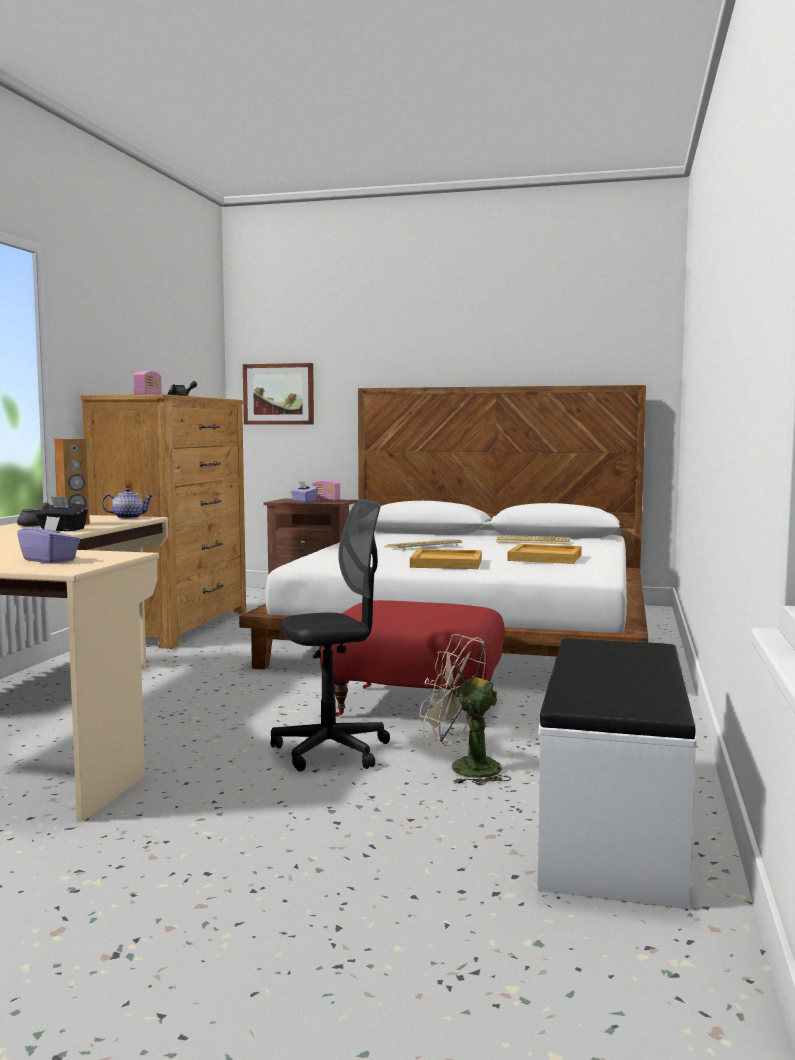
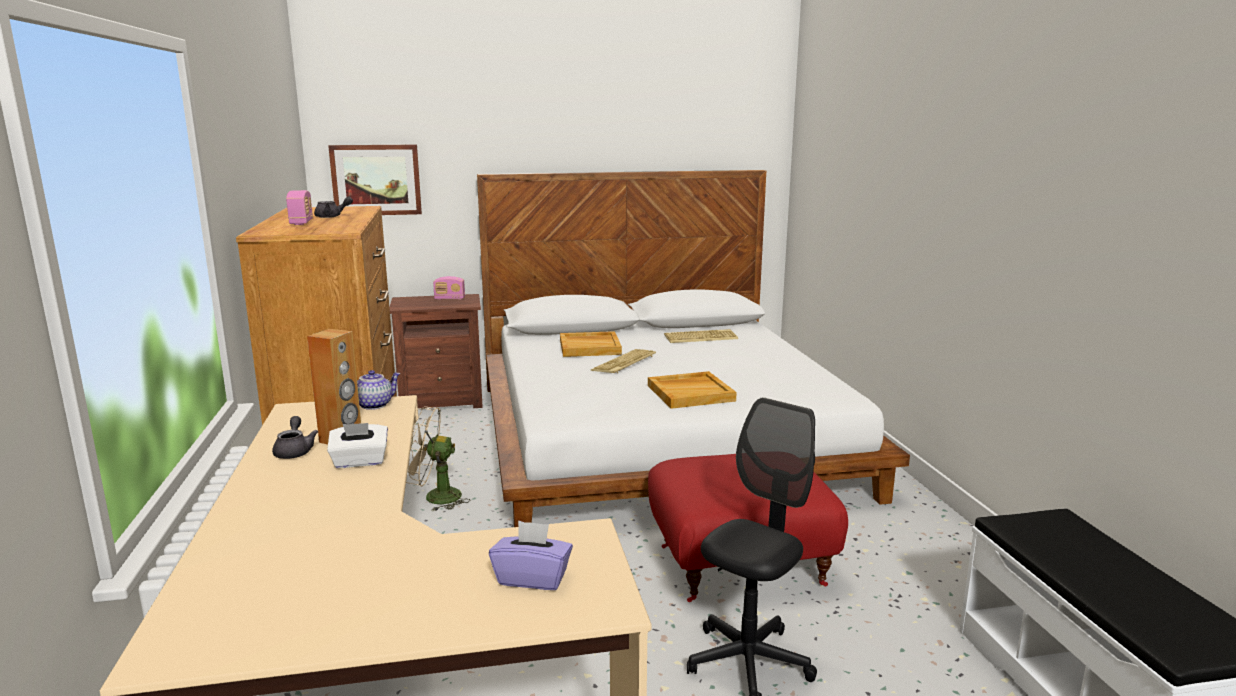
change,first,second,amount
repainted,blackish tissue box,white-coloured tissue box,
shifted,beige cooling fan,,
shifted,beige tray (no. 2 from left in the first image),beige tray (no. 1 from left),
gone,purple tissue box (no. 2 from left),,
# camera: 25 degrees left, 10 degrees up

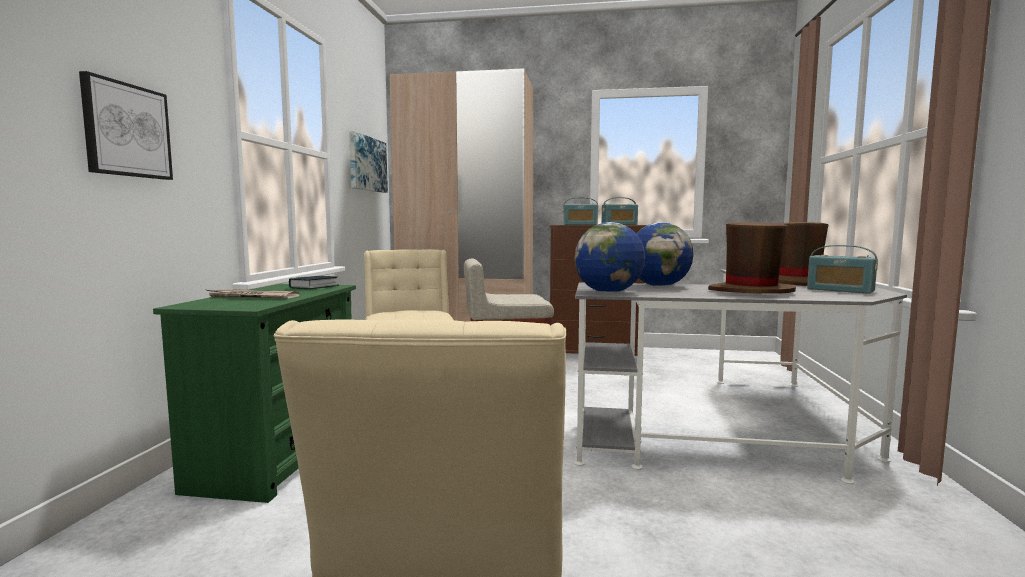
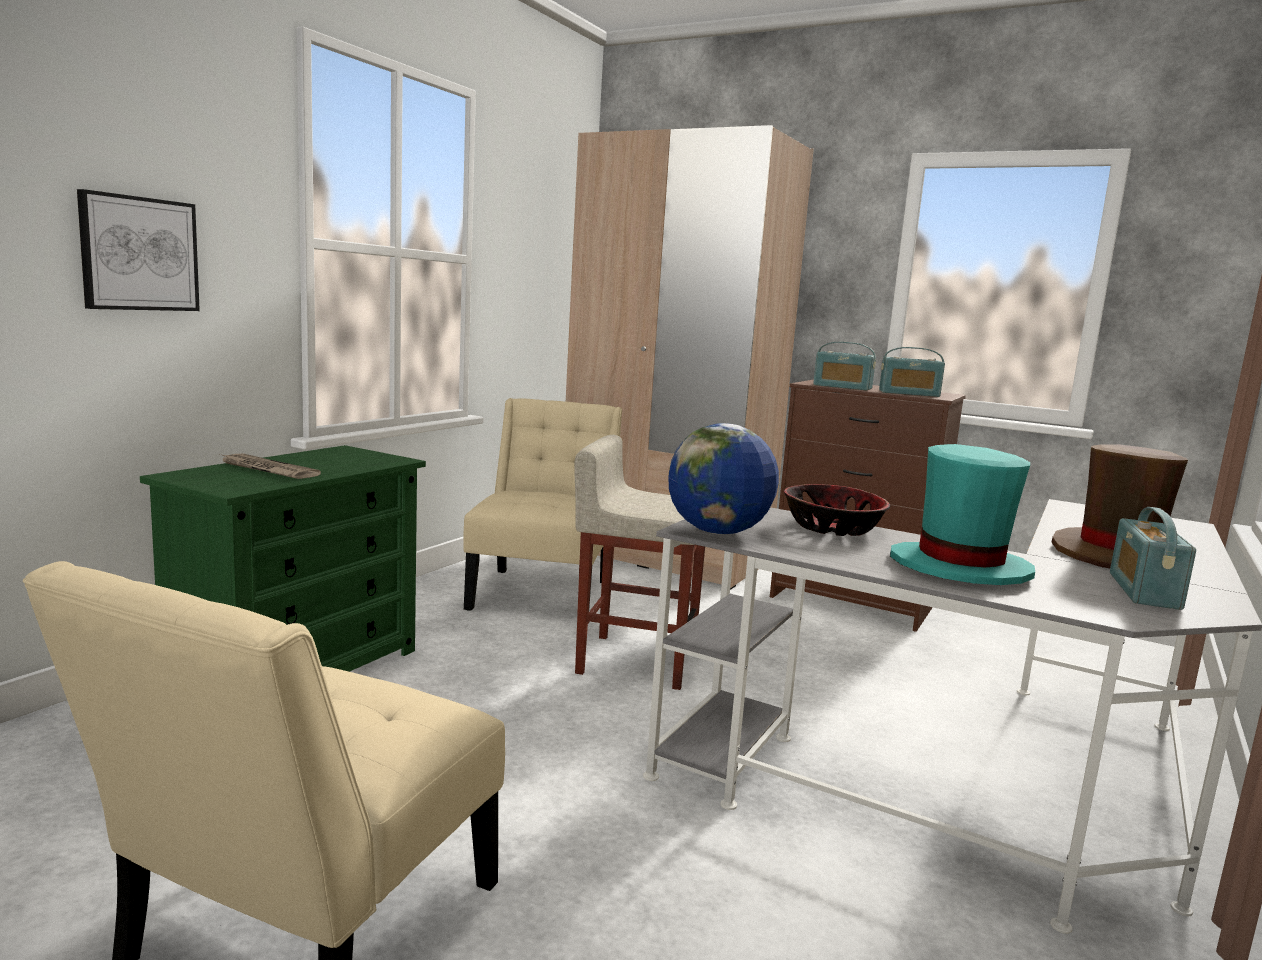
change,first,second,amount
swapped,globe (no. 2 from left),bowl,
repainted,brown wearable hat (no. 1 from left),turquoise wearable hat,
rotated,radio (no. 3 from left),,45 degrees clockwise
gone,volume,,
gone,picture (no. 2 from left),,
# camera: 20 degrees right, 5 degrees up

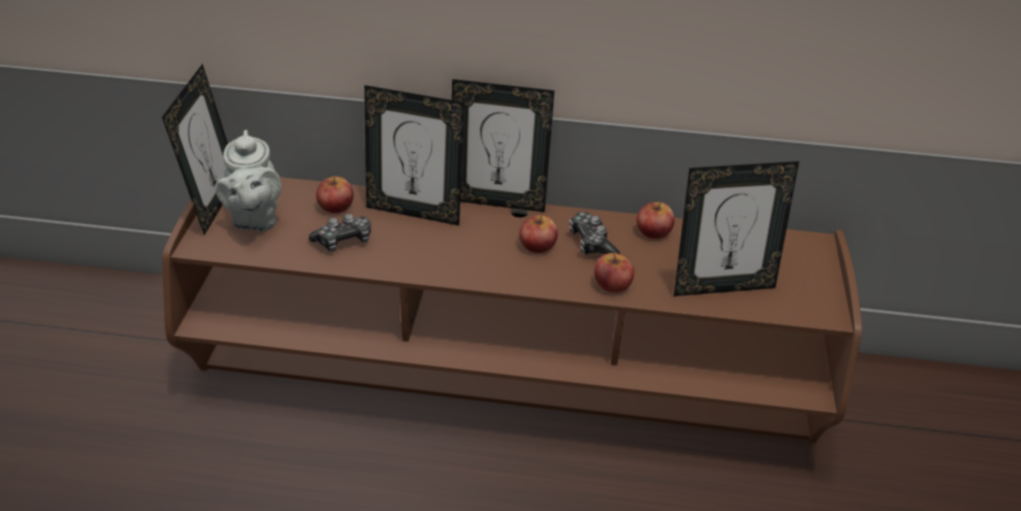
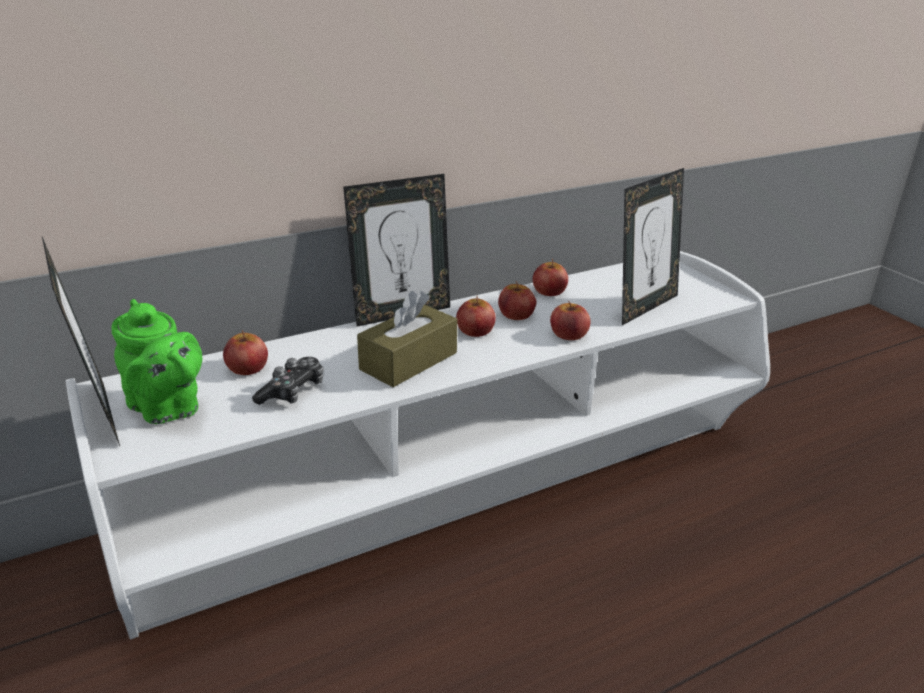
change,first,second,amount
repainted,brown media console,white-coloured media console,
repainted,gray teapot,green teapot,
new,,brown tissue box,
swapped,game controller (no. 2 from left),apple (no. 3 from left),
gone,photo frame (no. 2 from left),,
# camera: 35 degrees left, 10 degrees down

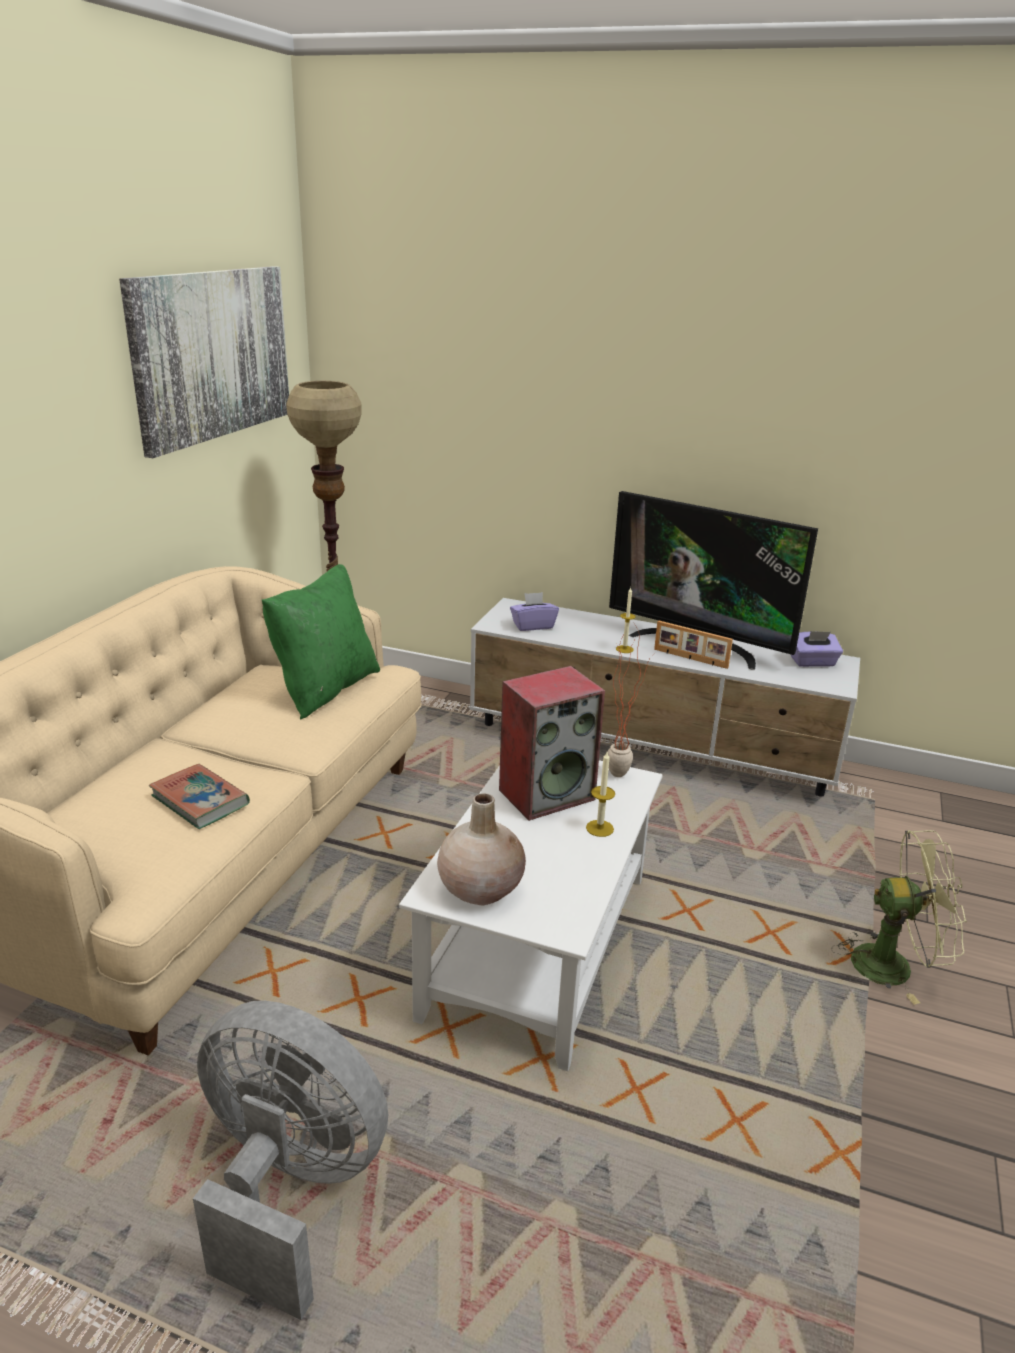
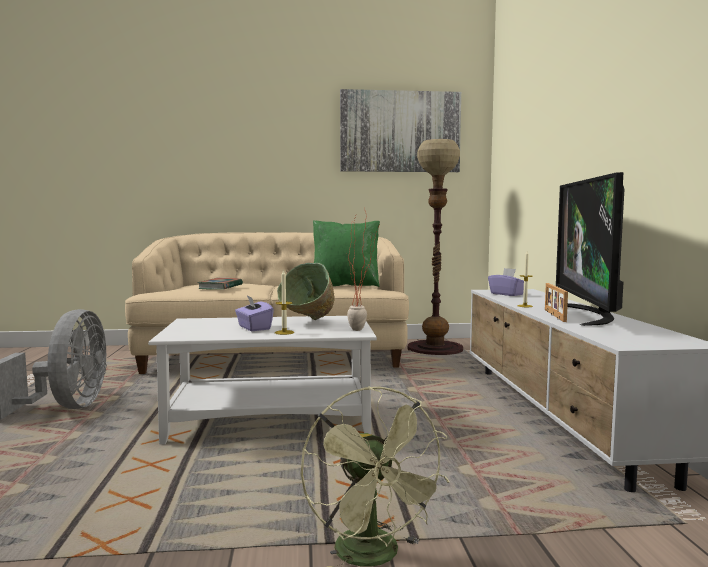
change,first,second,amount
shifted,purple tissue box (no. 2 from left in the first image),purple tissue box (no. 1 from left),
swapped,loudspeaker,green bowl,
gone,beige vase,,
# camera: 65 degrees right, 20 degrees down

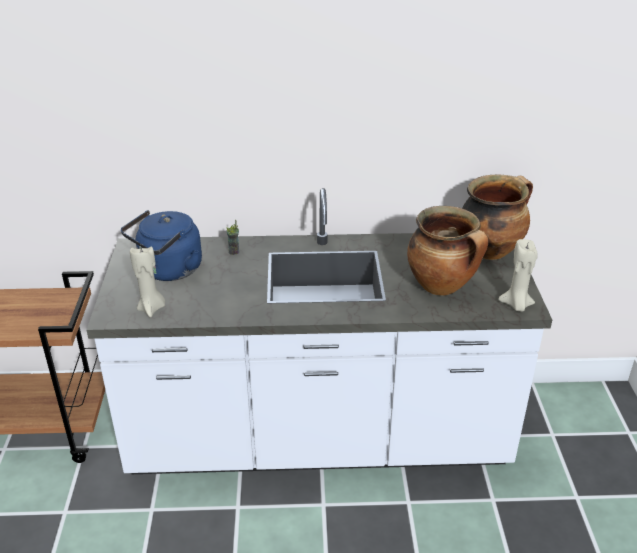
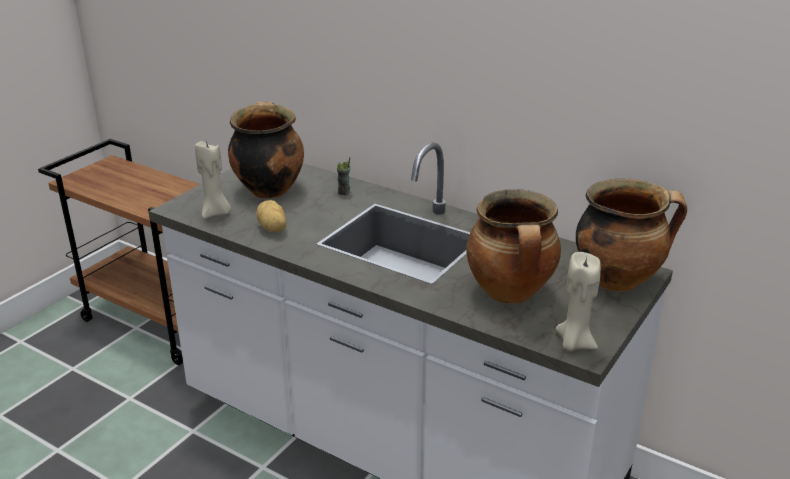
change,first,second,amount
swapped,blue tea kettle,cooking pot (no. 1 from left),
new,,spud,
# camera: 35 degrees right, 5 degrees down

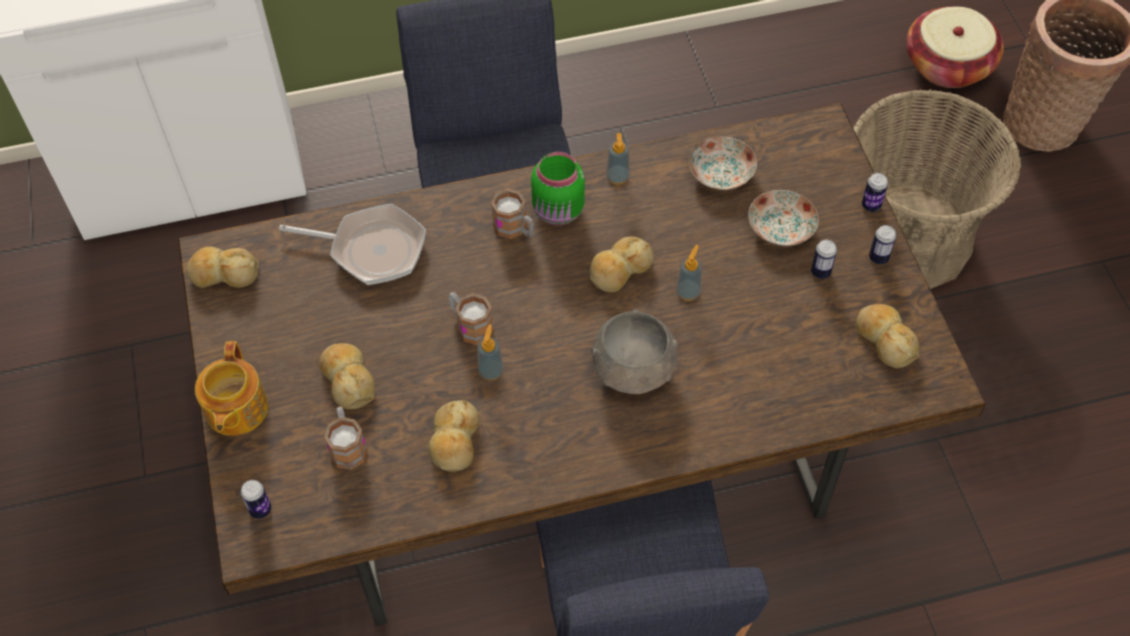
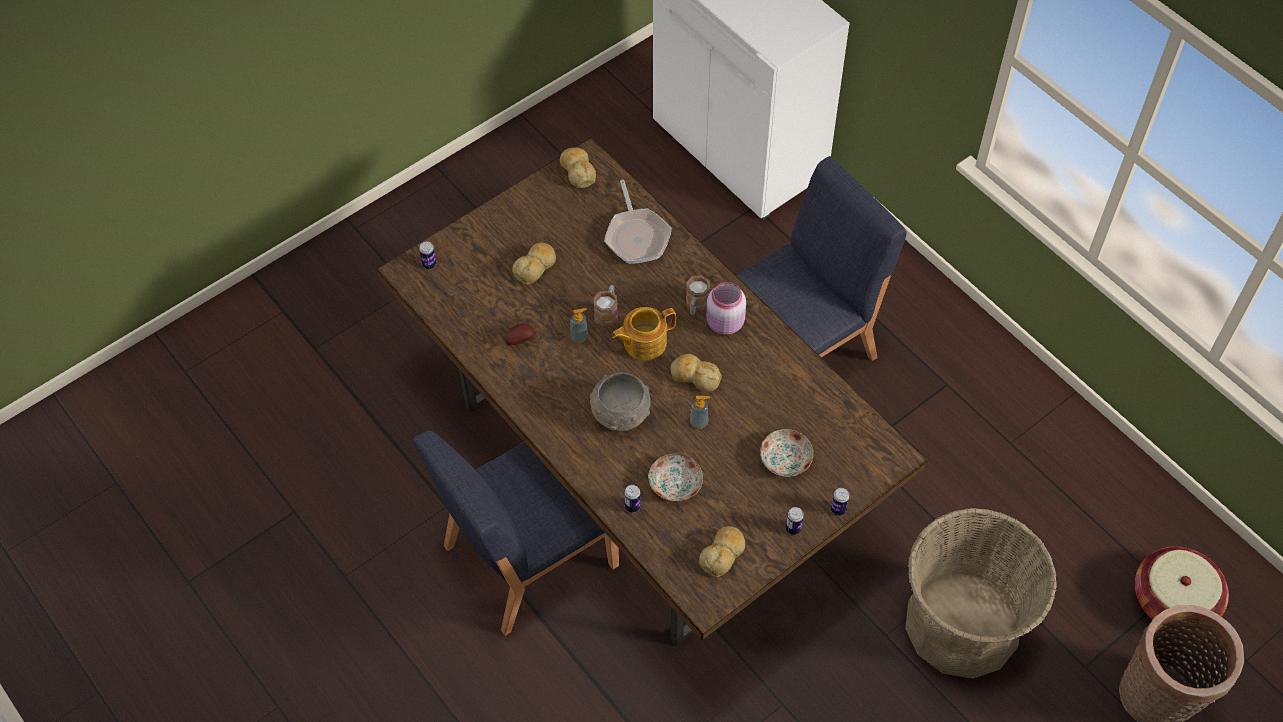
change,first,second,amount
swapped,baked bread (no. 3 from left),spud,
shifted,teapot,,
shifted,metal can (no. 2 from left),,
shifted,flat dish (no. 1 from left),,
repainted,green jar,pinkish jar,
gone,mug (no. 1 from left),,
gone,soap bottle (no. 2 from left),,
# camera: 65 degrees right, 0 degrees up

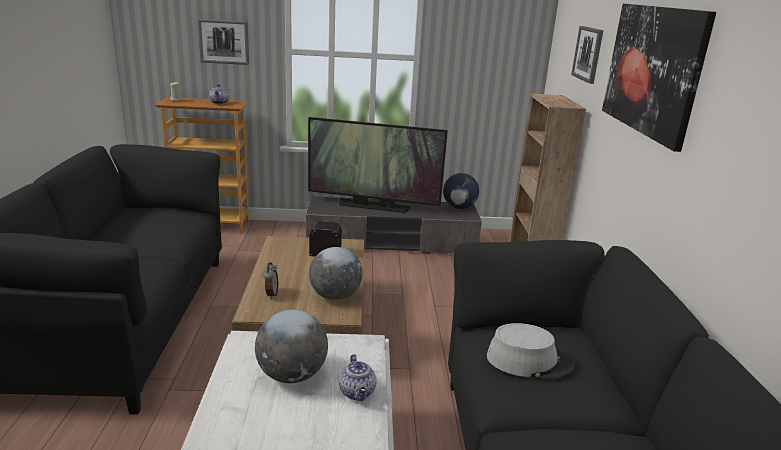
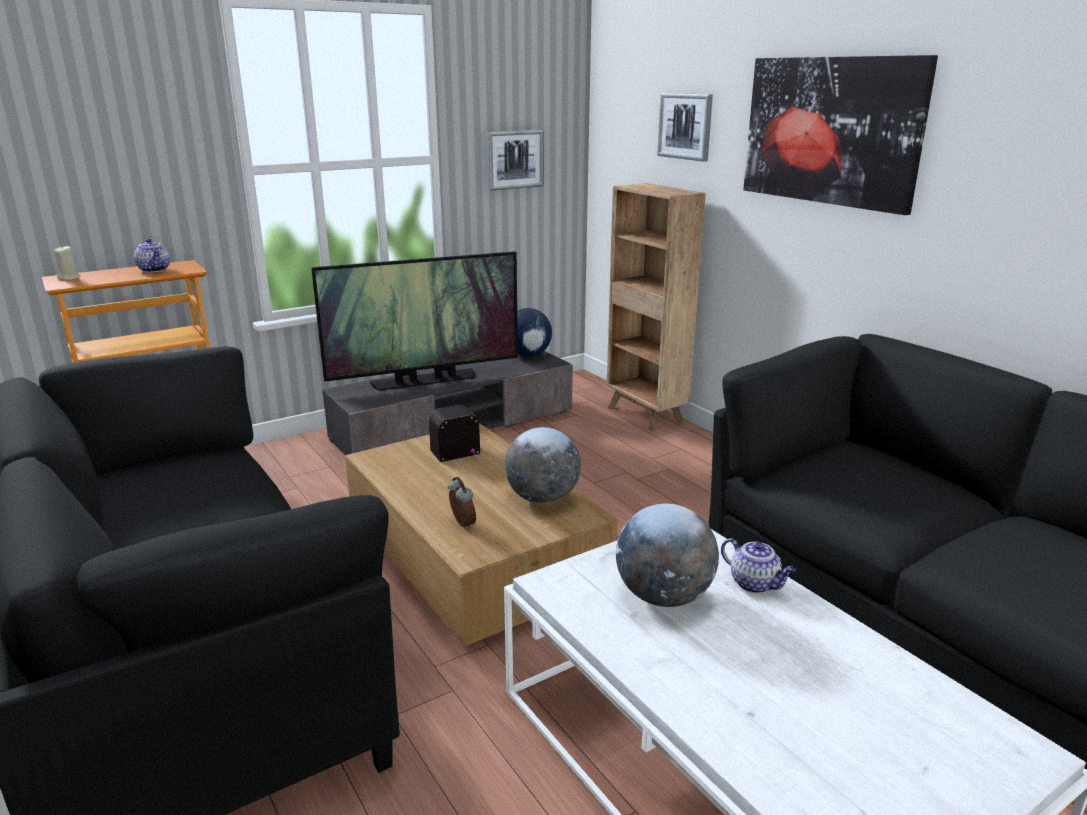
change,first,second,amount
shifted,picture (no. 1 from left),,
gone,gray wearable hat,,
# camera: 30 degrees left, 0 degrees up

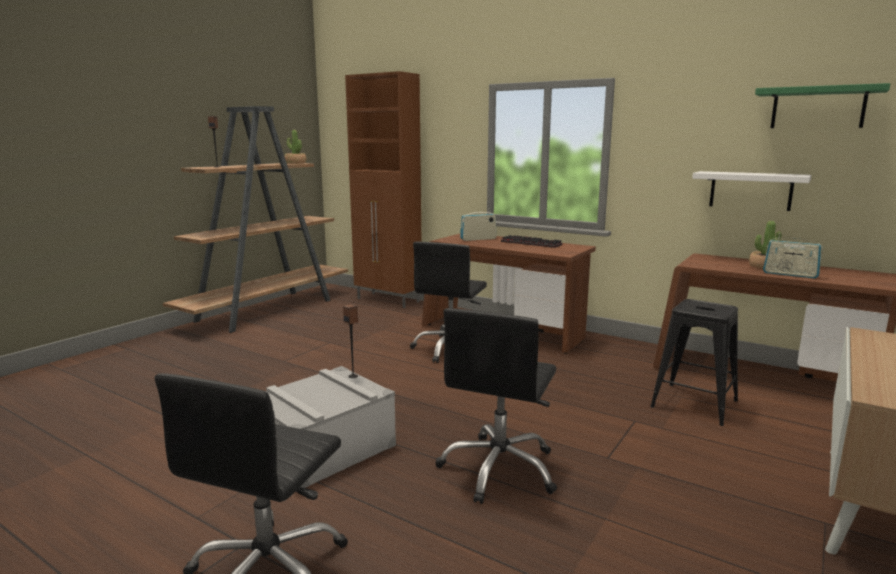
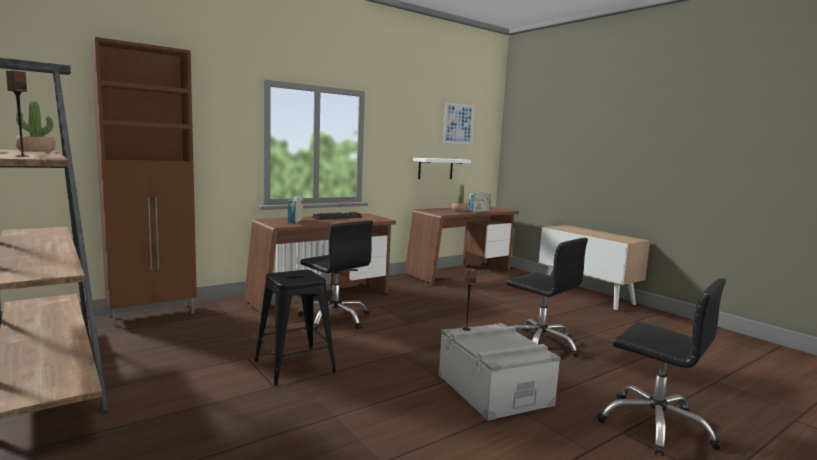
change,first,second,amount
shifted,blackish stool seat,,
swapped,green shelf,picture,
# camera: 70 degrees left, 5 degrees down

